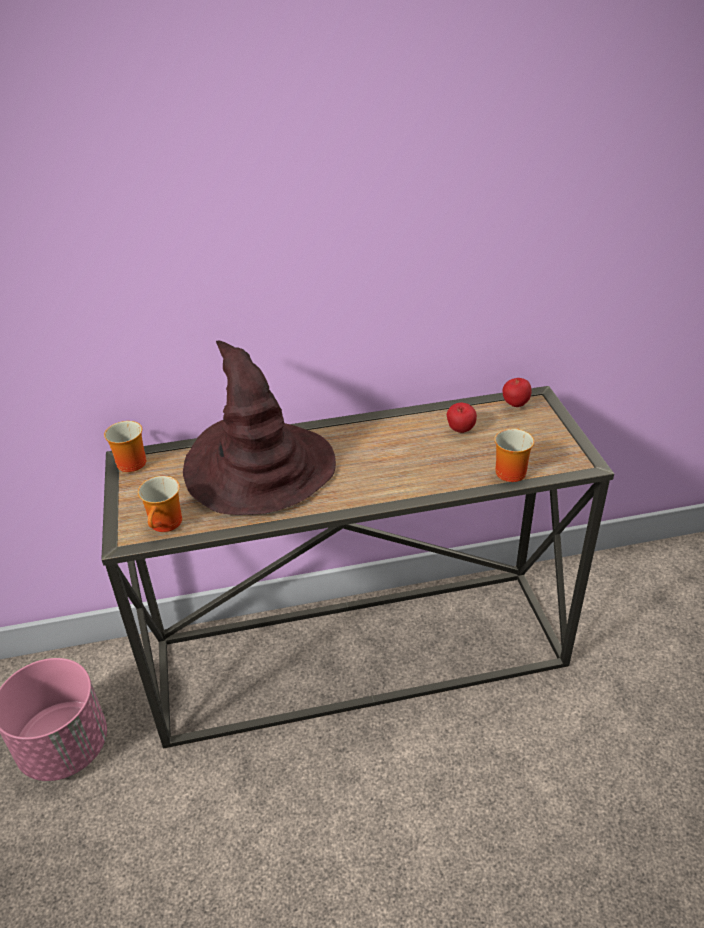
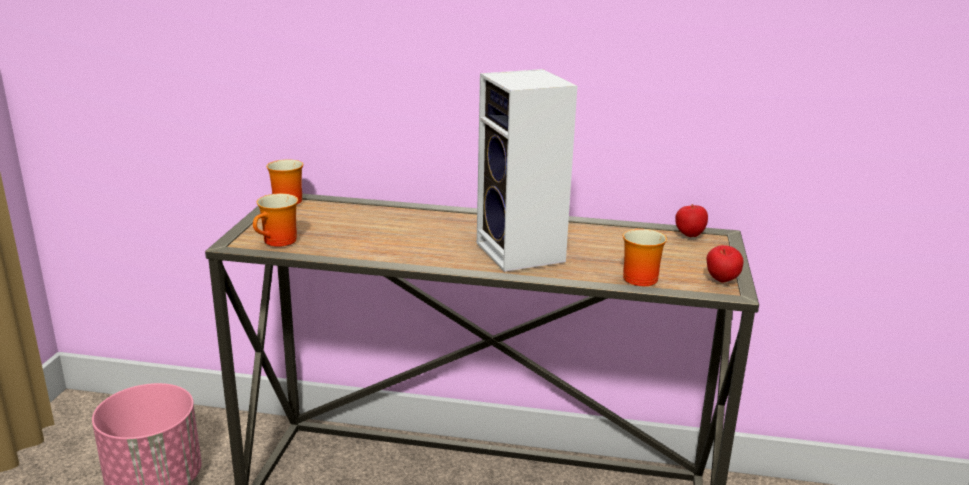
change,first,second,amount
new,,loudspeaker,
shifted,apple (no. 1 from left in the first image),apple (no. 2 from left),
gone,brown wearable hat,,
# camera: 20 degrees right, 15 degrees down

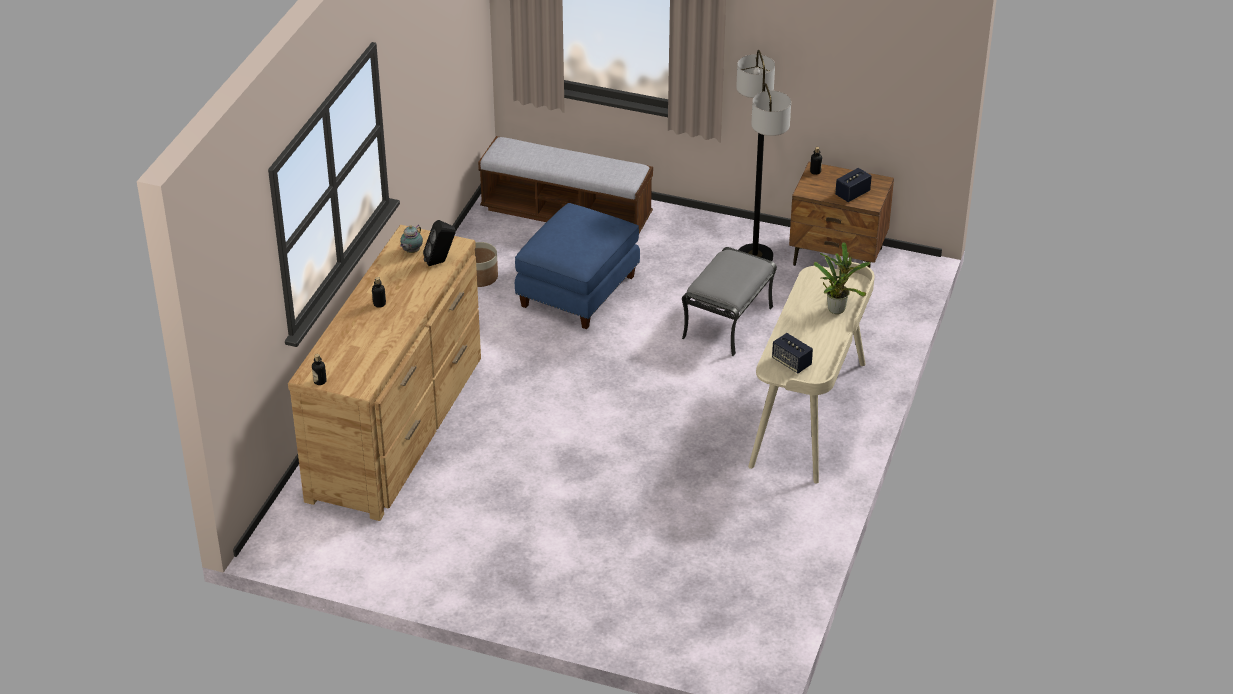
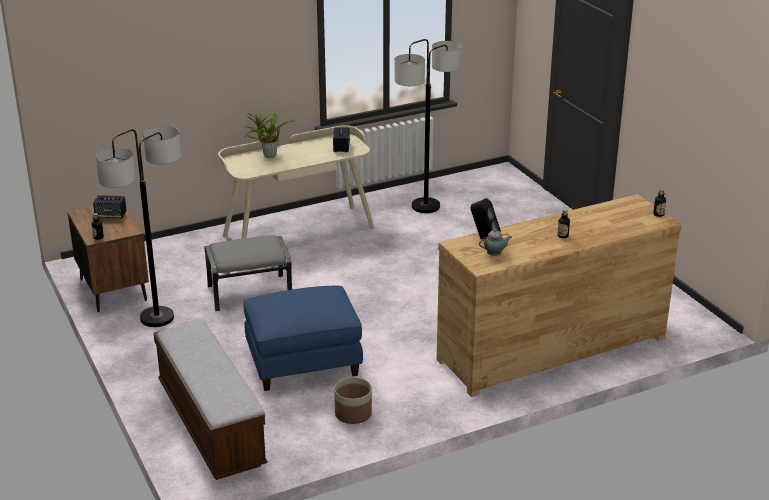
change,first,second,amount
new,,floor lamp (no. 2 from left),
# camera: 135 degrees left, 10 degrees down

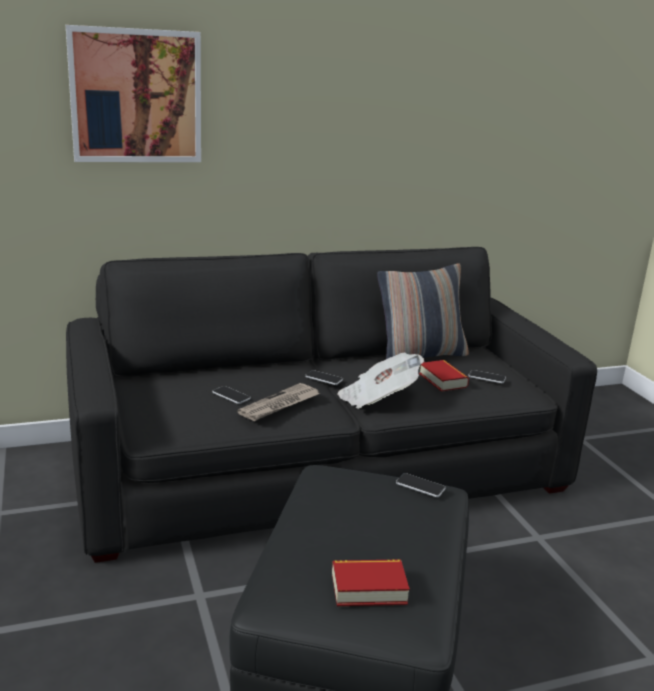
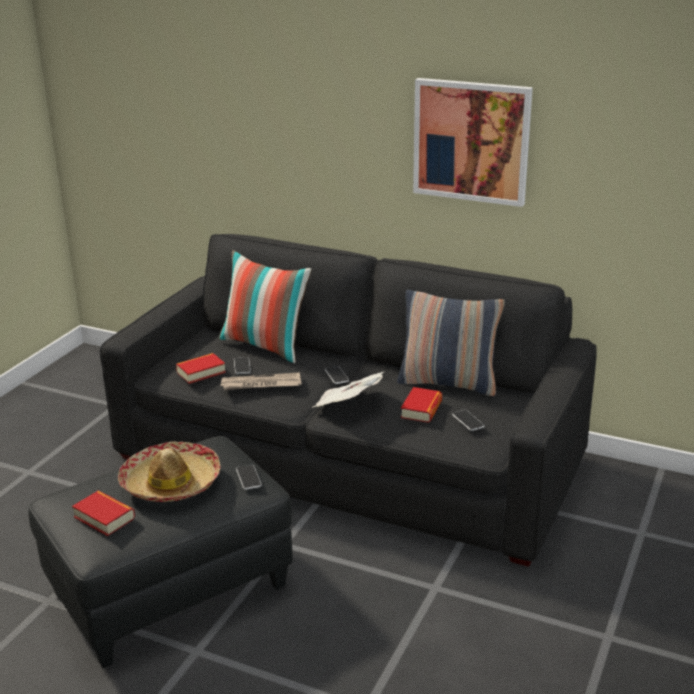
change,first,second,amount
new,,wearable hat,
new,,volume (no. 2 from left),
new,,pillow (no. 1 from left),
shifted,picture,,
# camera: 45 degrees right, 5 degrees up

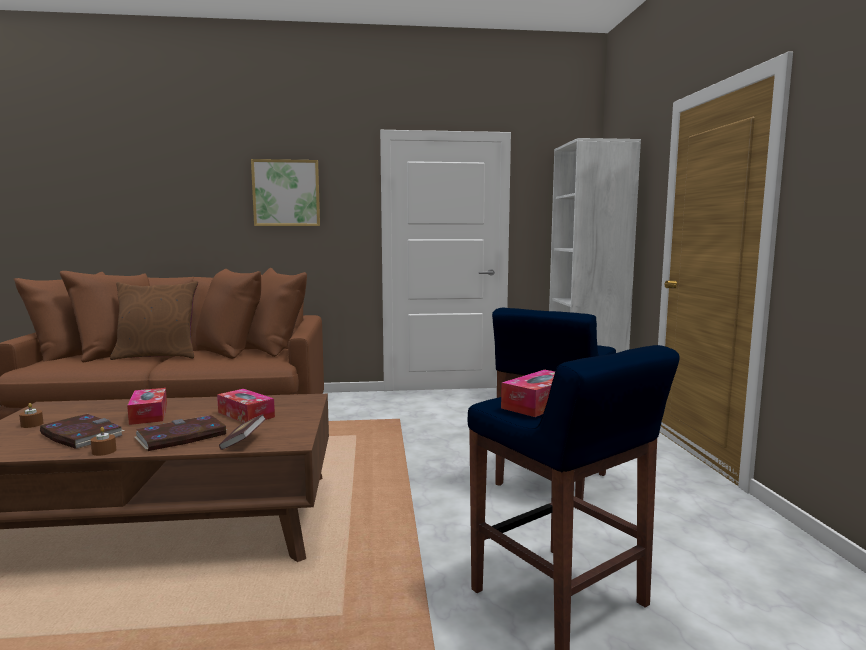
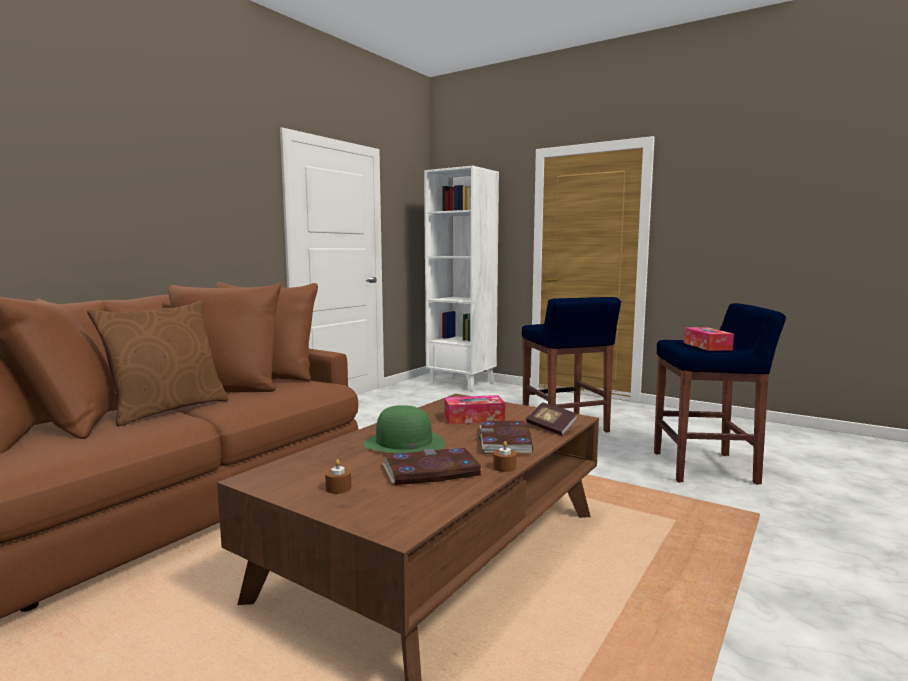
change,first,second,amount
swapped,tissue box (no. 1 from left),green wearable hat,
gone,picture,,
# camera: 50 degrees left, 0 degrees up

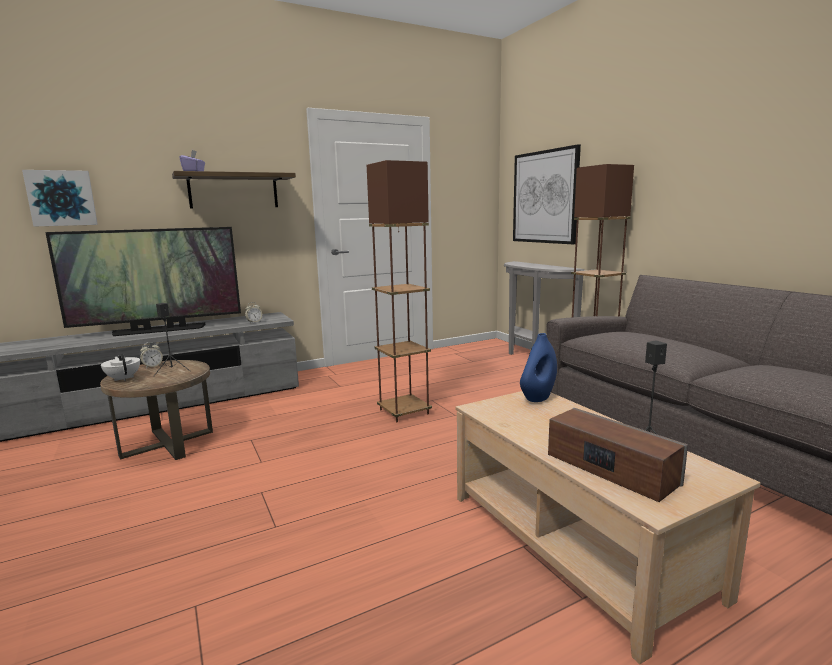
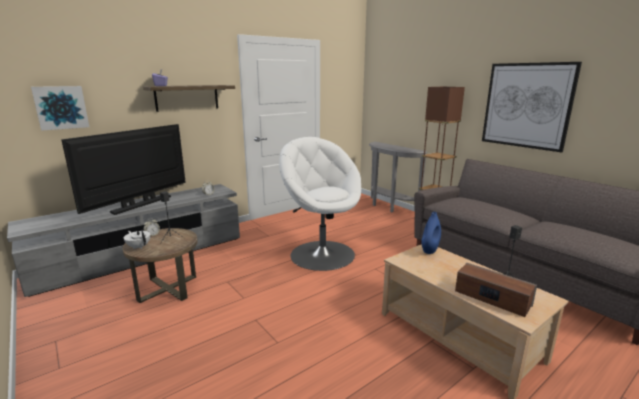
change,first,second,amount
rotated,television,,150 degrees clockwise
swapped,brown floor lamp (no. 1 from left),white-coloured armchair,
shifted,picture (no. 2 from left),,
# camera: 10 degrees left, 5 degrees up

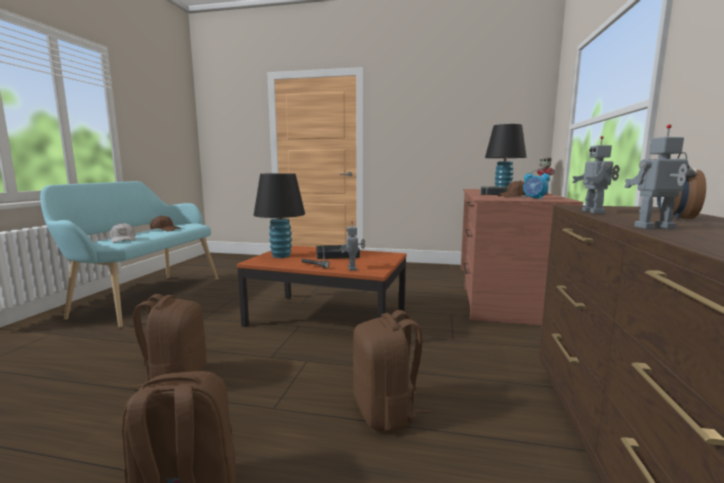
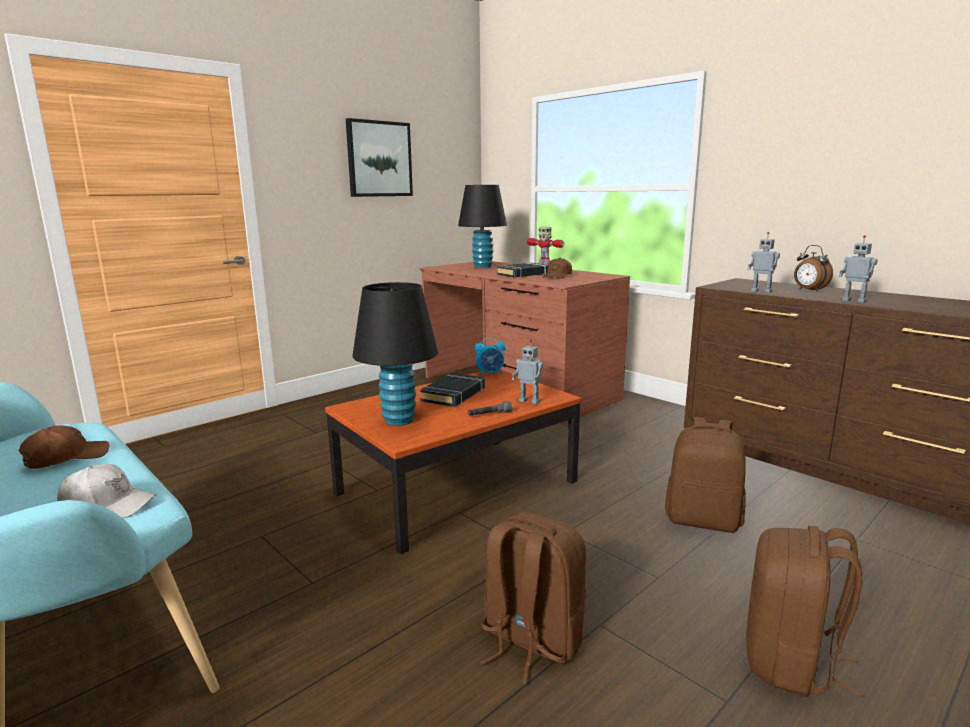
change,first,second,amount
new,,picture,
shifted,bedside clock (no. 1 from left),,
rotated,robot figure (no. 4 from left),,75 degrees counterclockwise
# camera: 55 degrees left, 5 degrees up

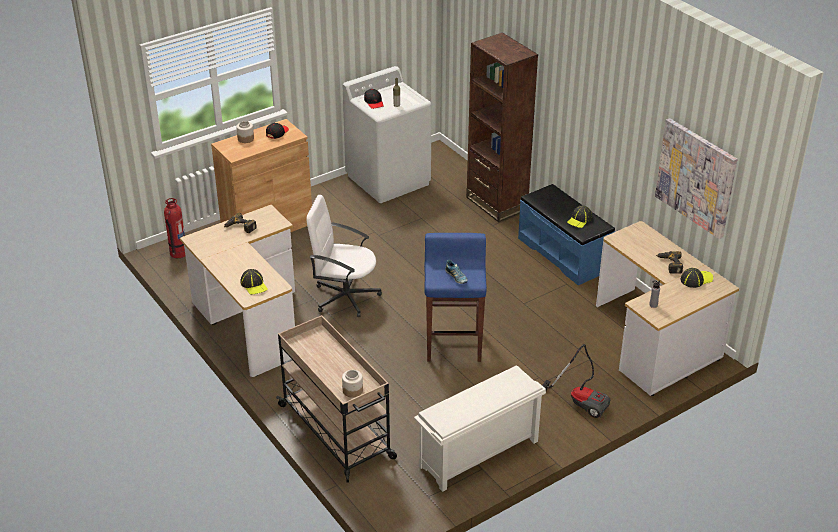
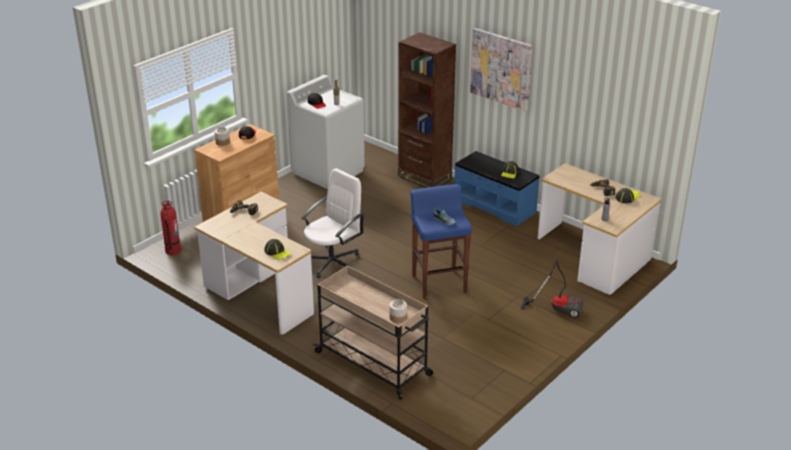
change,first,second,amount
rotated,white-coloured desk chair,,135 degrees clockwise
shifted,picture,,
gone,white-coloured shoe shelf,,
# camera: 15 degrees left, 5 degrees down

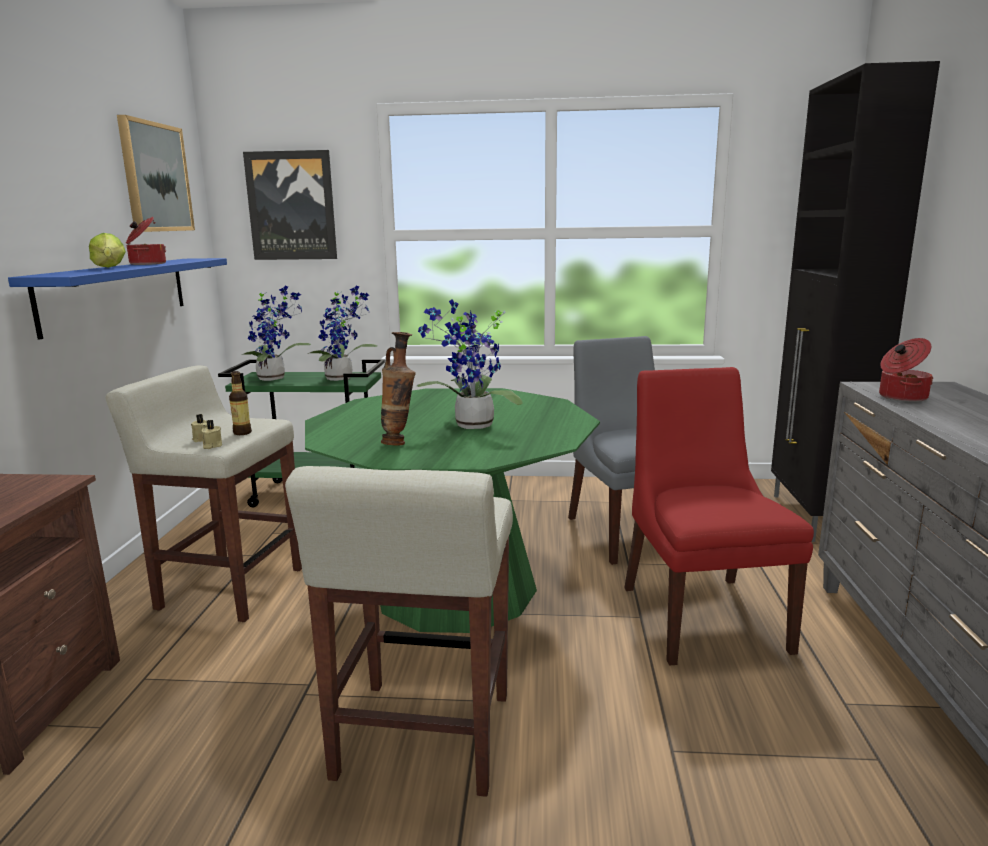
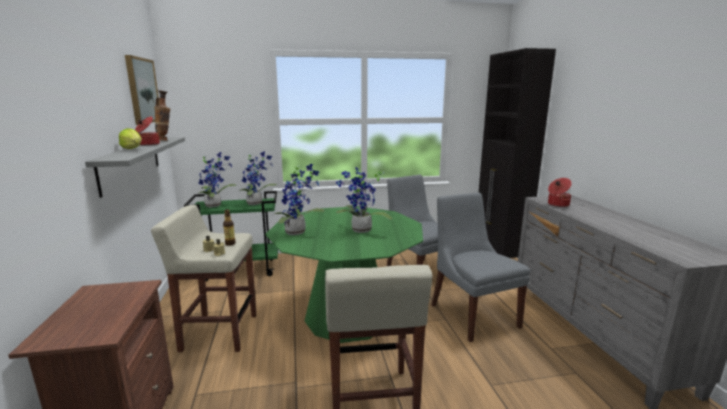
change,first,second,amount
repainted,blue shelf,gray shelf,
shifted,vase,,
new,,potted plant (no. 3 from left),
repainted,reddish chair,gray chair (no. 2 from left),
gone,picture (no. 2 from left),,
# camera: 15 degrees left, 0 degrees up

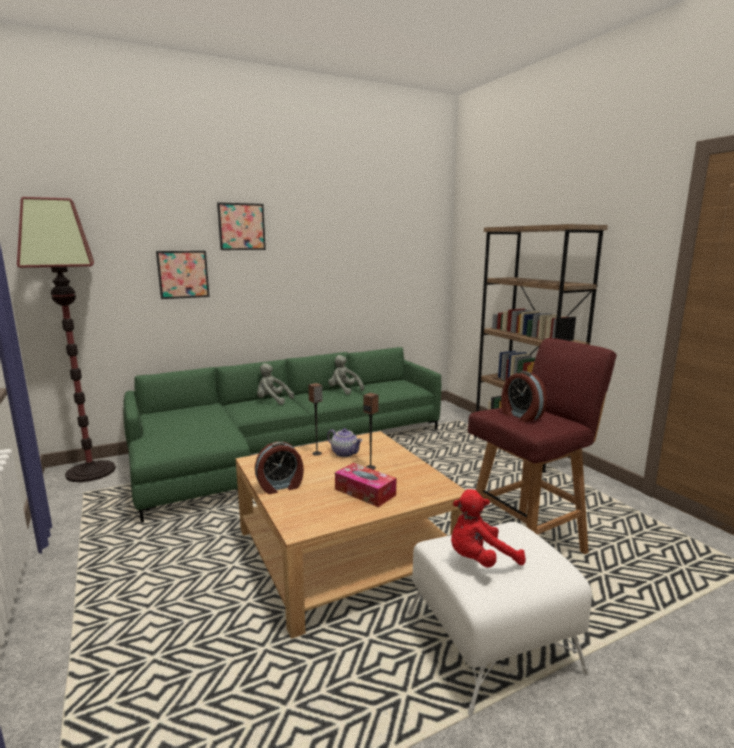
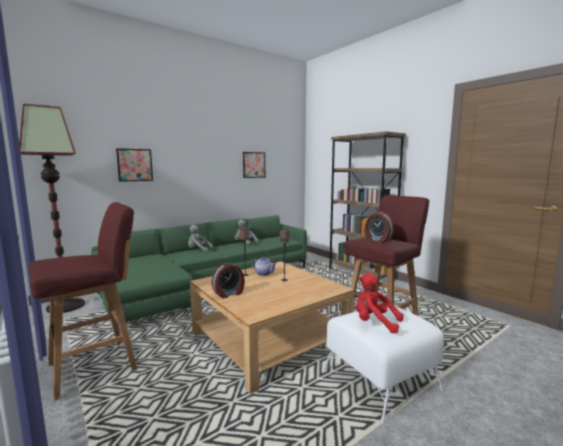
change,first,second,amount
new,,reddish stool seat (no. 1 from left),
shifted,picture (no. 2 from left),,
rotated,reddish soft toy,,60 degrees clockwise
gone,tissue box,,
# camera: 10 degrees left, 5 degrees down

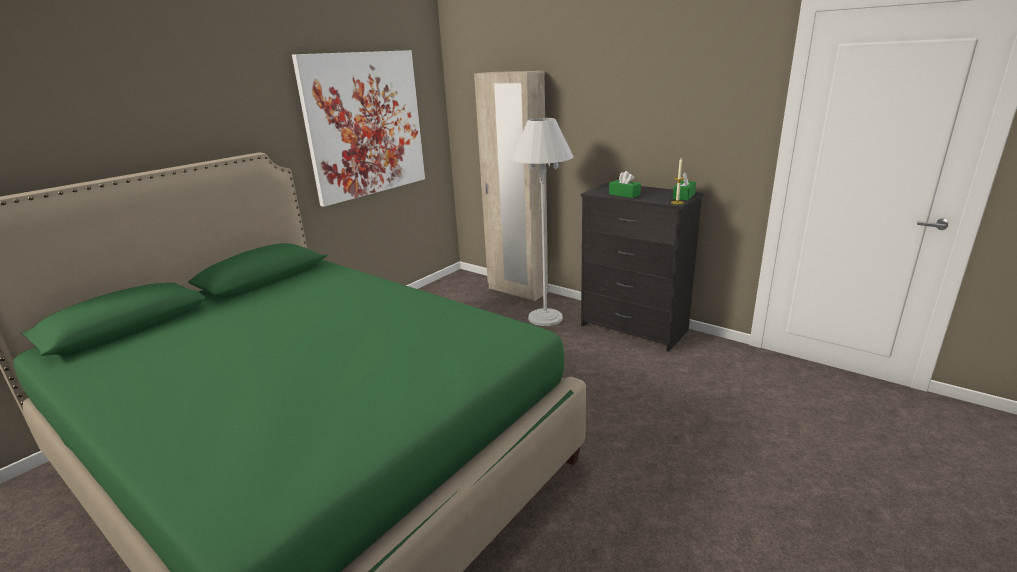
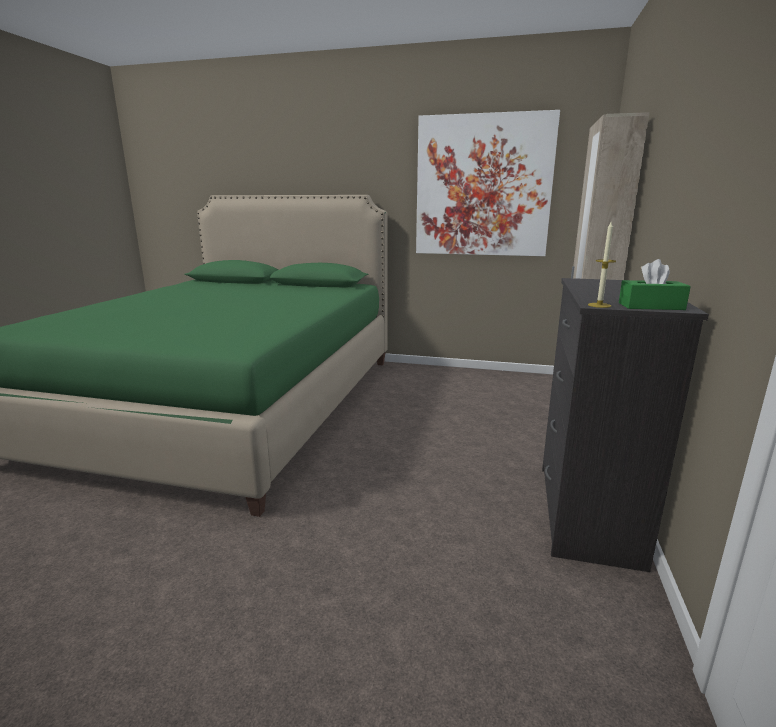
change,first,second,amount
gone,white-coloured floor lamp,,
gone,green tissue box (no. 1 from left),,
# camera: 65 degrees right, 5 degrees down

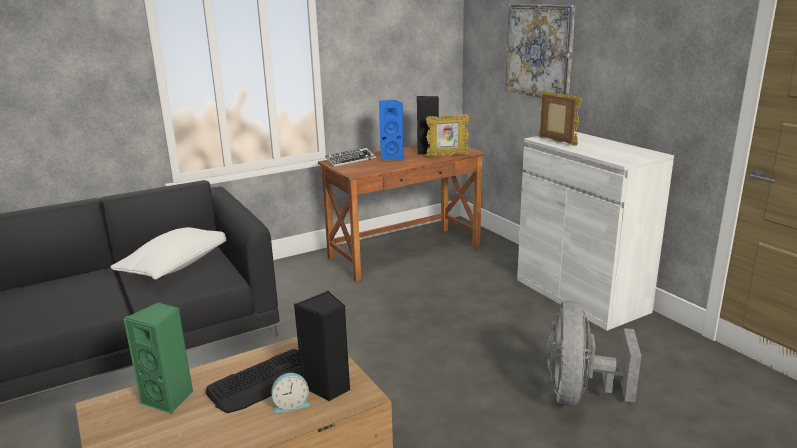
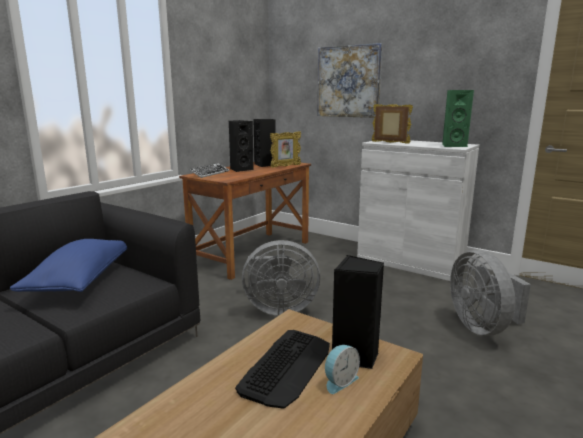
change,first,second,amount
repainted,white-coloured pillow,blue pillow,
repainted,blue loudspeaker,blackish loudspeaker (no. 1 from left),
new,,gray cooling fan (no. 1 from left),
shifted,green loudspeaker,,
# camera: 25 degrees left, 5 degrees down

